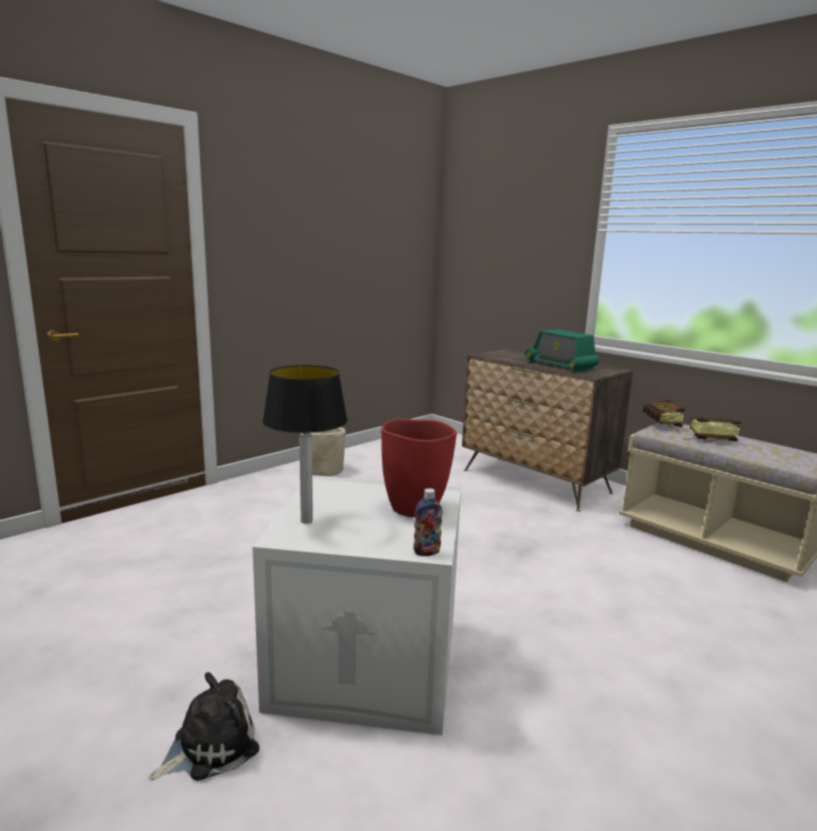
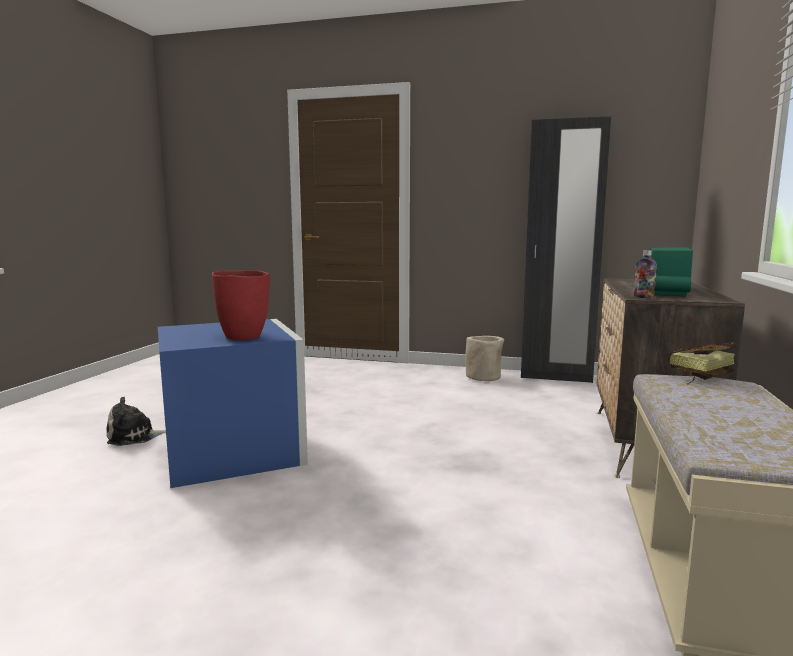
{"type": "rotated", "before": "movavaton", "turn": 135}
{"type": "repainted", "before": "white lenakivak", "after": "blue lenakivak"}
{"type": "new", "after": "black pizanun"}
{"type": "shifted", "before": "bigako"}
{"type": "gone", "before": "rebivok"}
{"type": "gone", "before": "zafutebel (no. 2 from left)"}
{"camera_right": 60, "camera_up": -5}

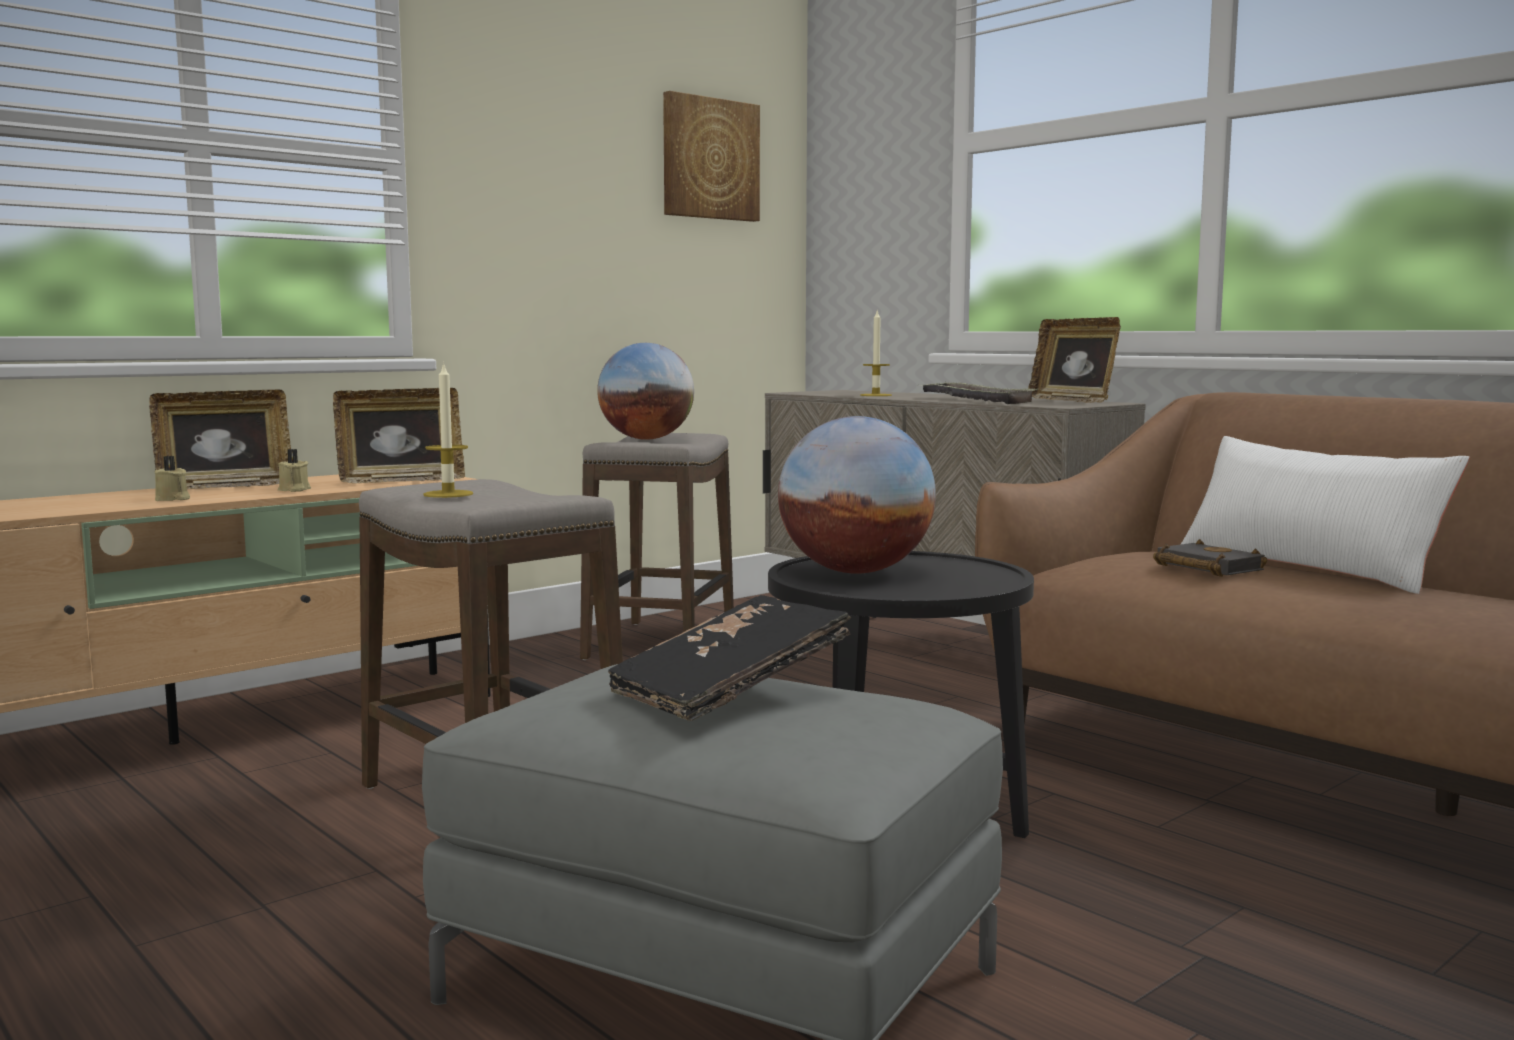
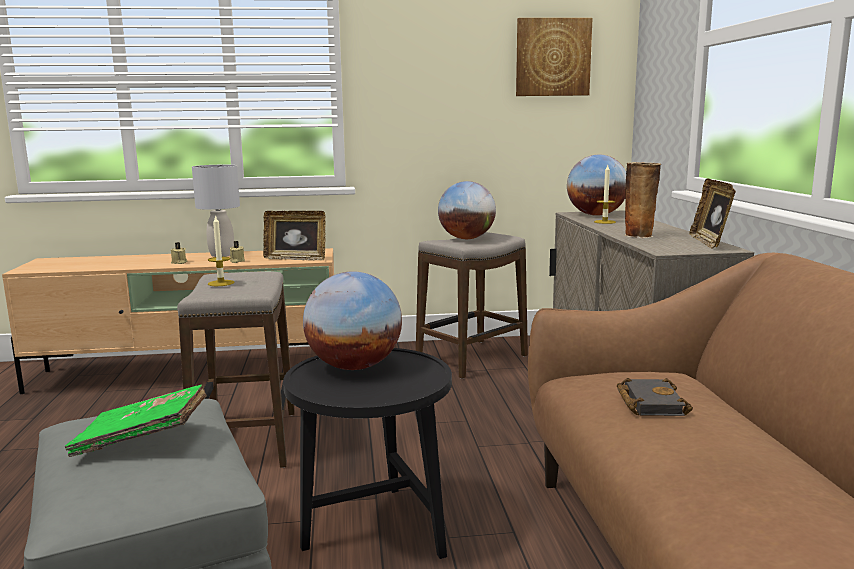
{"type": "repainted", "before": "black zafutebel (no. 1 from left)", "after": "green zafutebel"}
{"type": "swapped", "before": "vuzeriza (no. 1 from left)", "after": "grey rebivok"}
{"type": "new", "after": "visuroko (no. 3 from left)"}
{"type": "swapped", "before": "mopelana", "after": "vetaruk"}
{"type": "gone", "before": "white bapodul"}
{"camera_right": 35, "camera_up": 5}

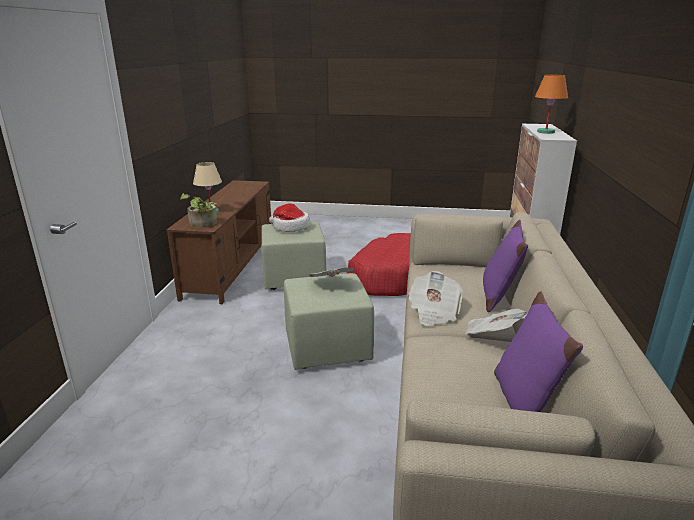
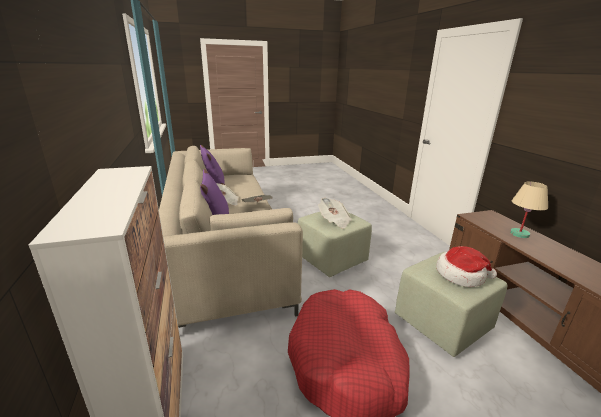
{"type": "gone", "before": "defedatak"}
{"type": "gone", "before": "orange rebivok"}
{"camera_right": 155, "camera_up": 0}

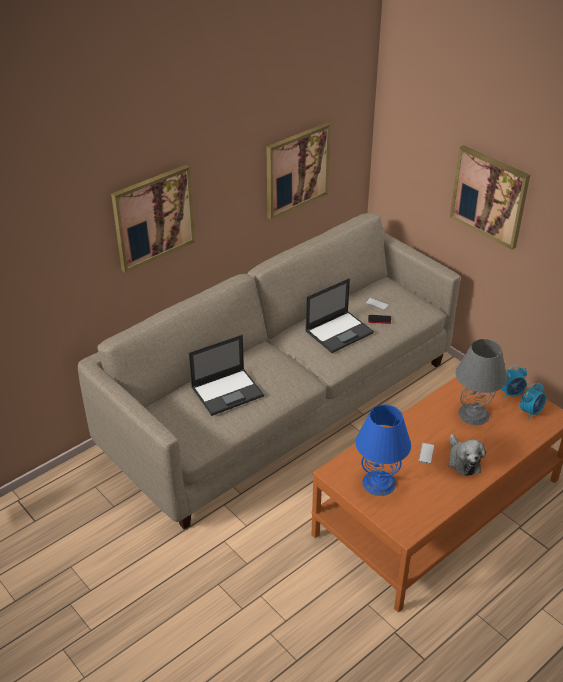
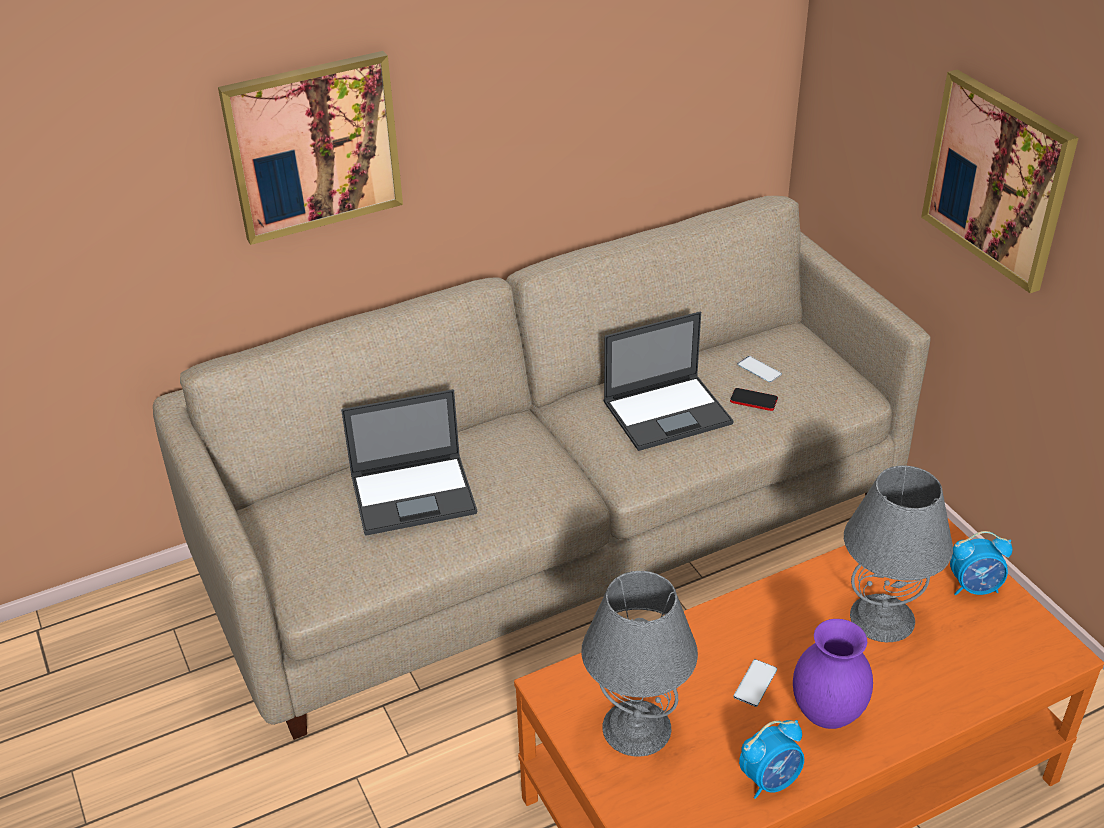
{"type": "repainted", "before": "blue rebivok", "after": "grey rebivok (no. 1 from left)"}
{"type": "shifted", "before": "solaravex (no. 2 from left in the first image)", "after": "solaravex (no. 1 from left)"}
{"type": "swapped", "before": "movavaton", "after": "purple vetaruk"}
{"type": "gone", "before": "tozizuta (no. 2 from left)"}
{"camera_right": 15, "camera_up": 0}

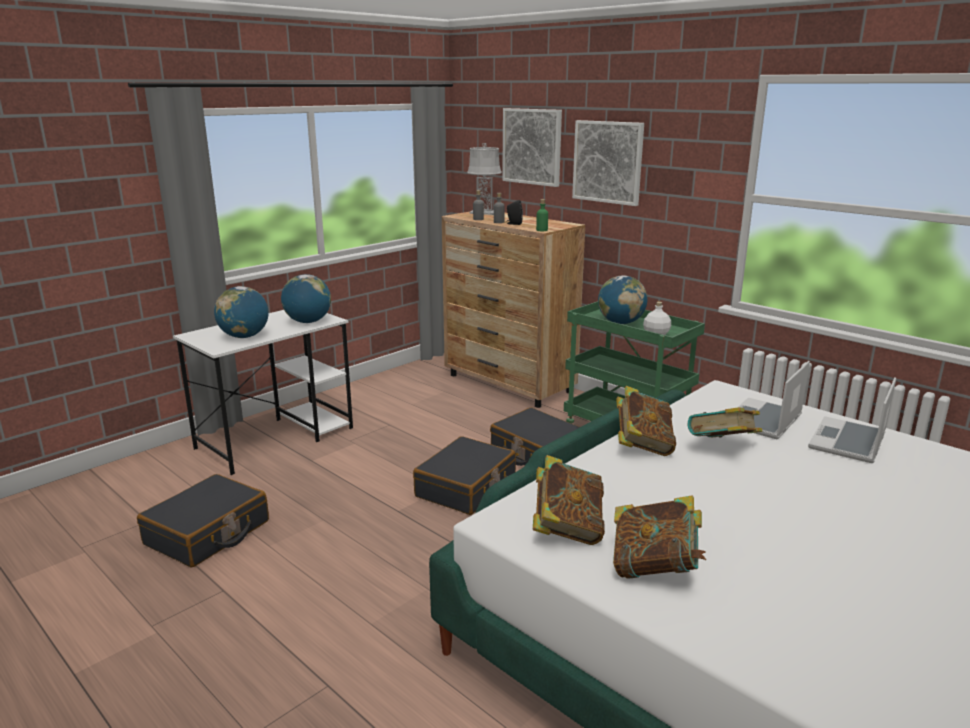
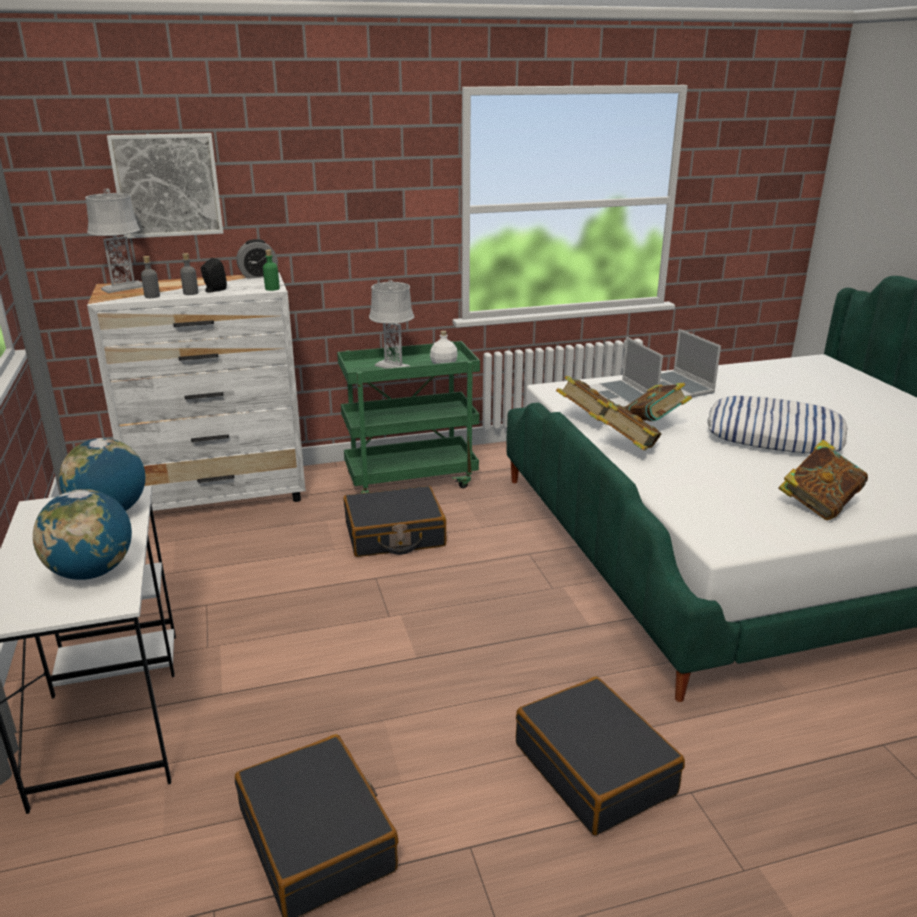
{"type": "repainted", "before": "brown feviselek", "after": "white feviselek"}
{"type": "new", "after": "solaravex"}
{"type": "swapped", "before": "visuroko (no. 3 from left)", "after": "grey rebivok (no. 2 from left)"}
{"type": "shifted", "before": "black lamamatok (no. 2 from left in the first image)", "after": "black lamamatok (no. 3 from left)"}
{"type": "shifted", "before": "zafutebel (no. 1 from left)"}
{"type": "new", "after": "bapodul"}
{"type": "gone", "before": "tozizuta (no. 2 from left)"}
{"camera_right": -60, "camera_up": 5}

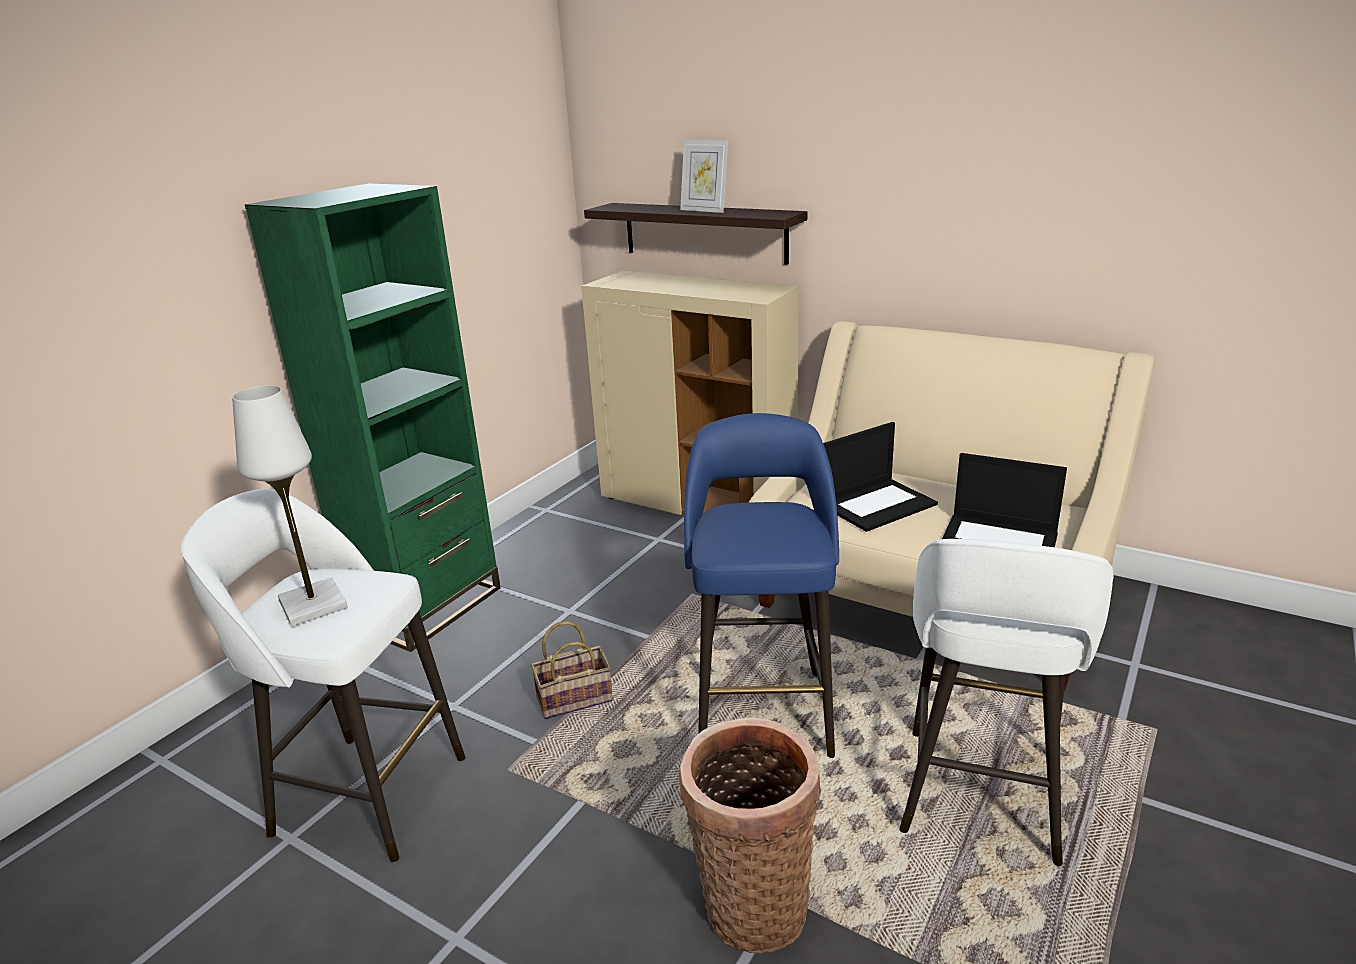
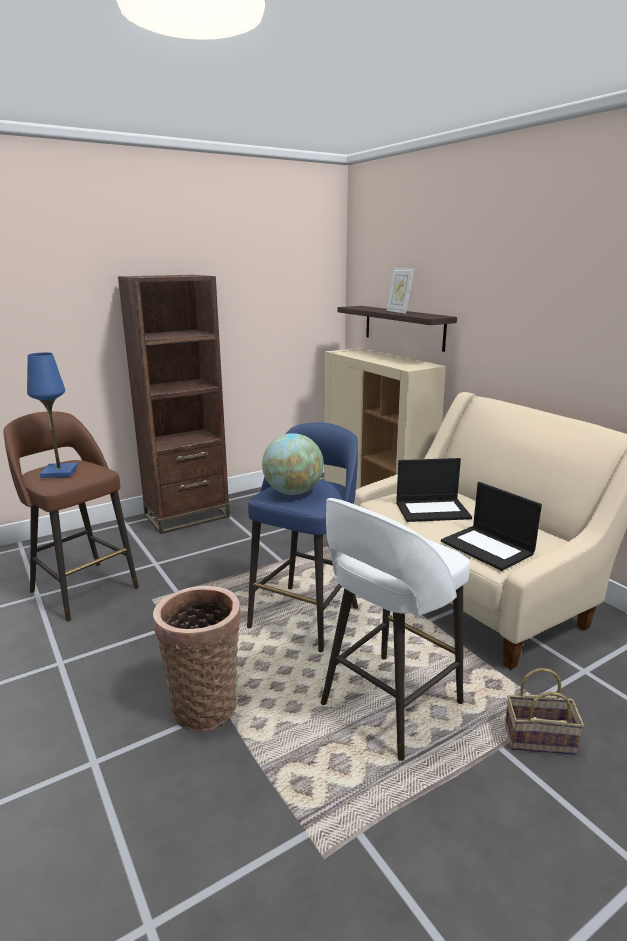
{"type": "repainted", "before": "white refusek (no. 1 from left)", "after": "brown refusek"}
{"type": "repainted", "before": "white rebivok", "after": "blue rebivok"}
{"type": "repainted", "before": "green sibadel", "after": "brown sibadel"}
{"type": "new", "after": "visuroko"}
{"type": "shifted", "before": "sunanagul (no. 1 from left in the first image)", "after": "sunanagul (no. 2 from left)"}
{"camera_right": 25, "camera_up": -5}

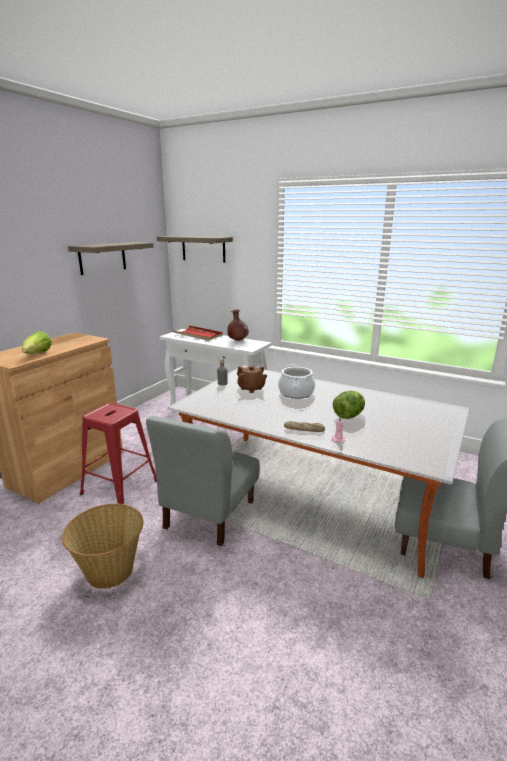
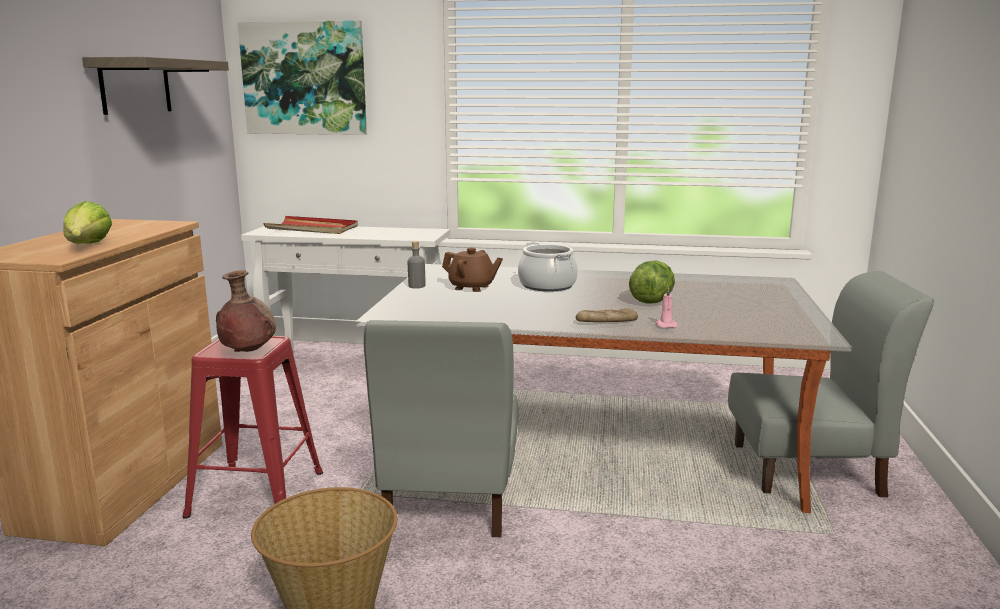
{"type": "shifted", "before": "brown vetaruk"}
{"type": "swapped", "before": "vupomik (no. 2 from left)", "after": "tozizuta"}
{"camera_right": -20, "camera_up": -5}

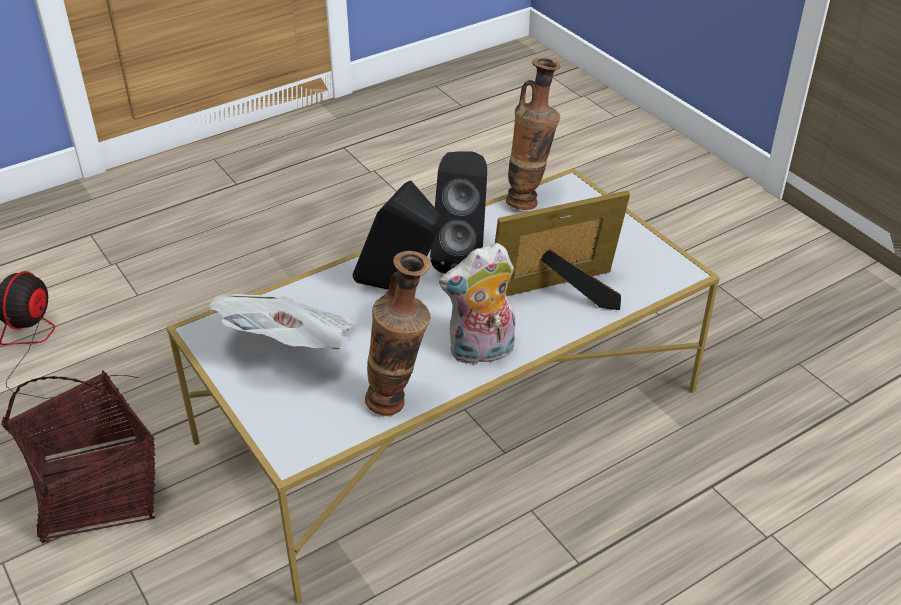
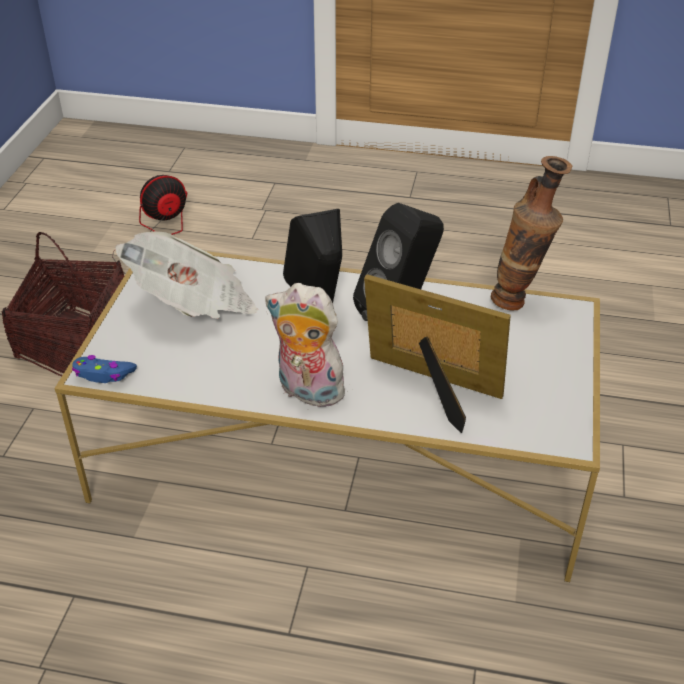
{"type": "new", "after": "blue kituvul"}
{"type": "gone", "before": "vetaruk (no. 1 from left)"}
{"camera_right": 45, "camera_up": 0}

